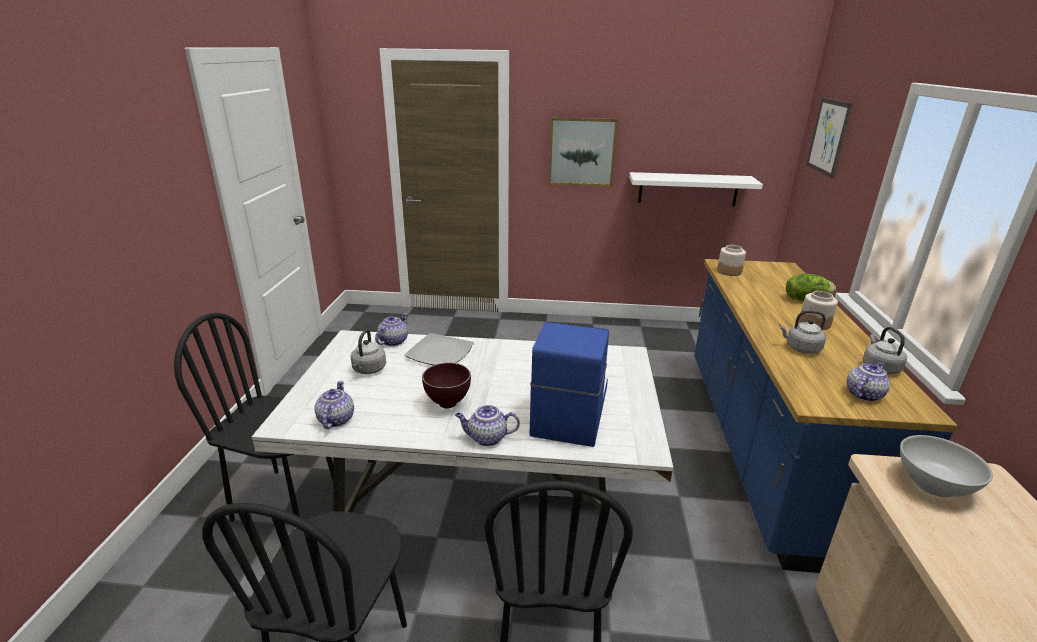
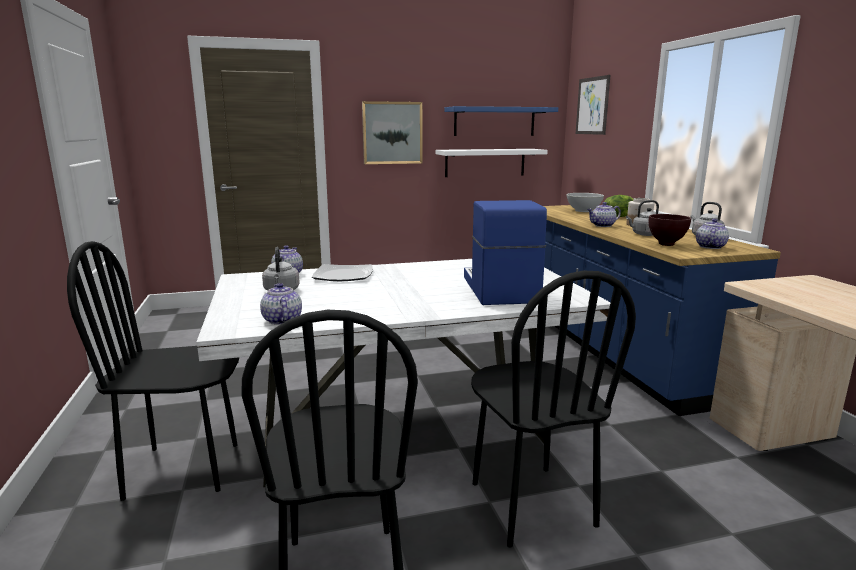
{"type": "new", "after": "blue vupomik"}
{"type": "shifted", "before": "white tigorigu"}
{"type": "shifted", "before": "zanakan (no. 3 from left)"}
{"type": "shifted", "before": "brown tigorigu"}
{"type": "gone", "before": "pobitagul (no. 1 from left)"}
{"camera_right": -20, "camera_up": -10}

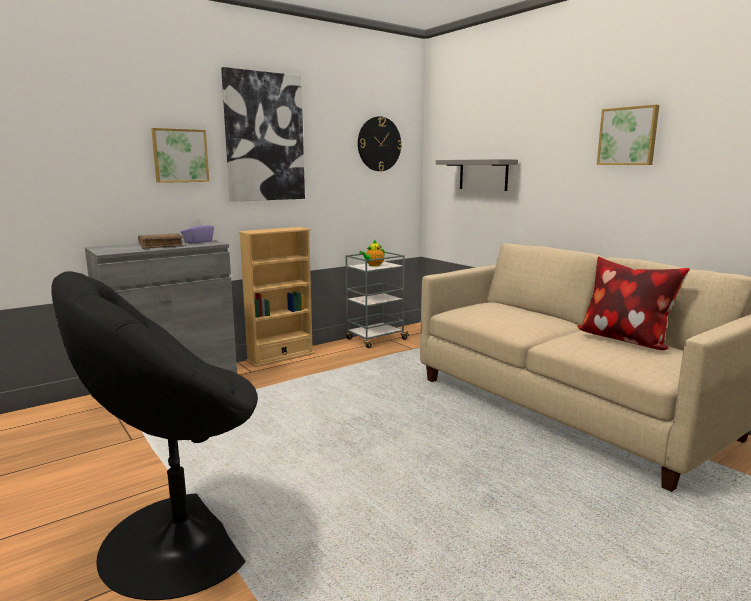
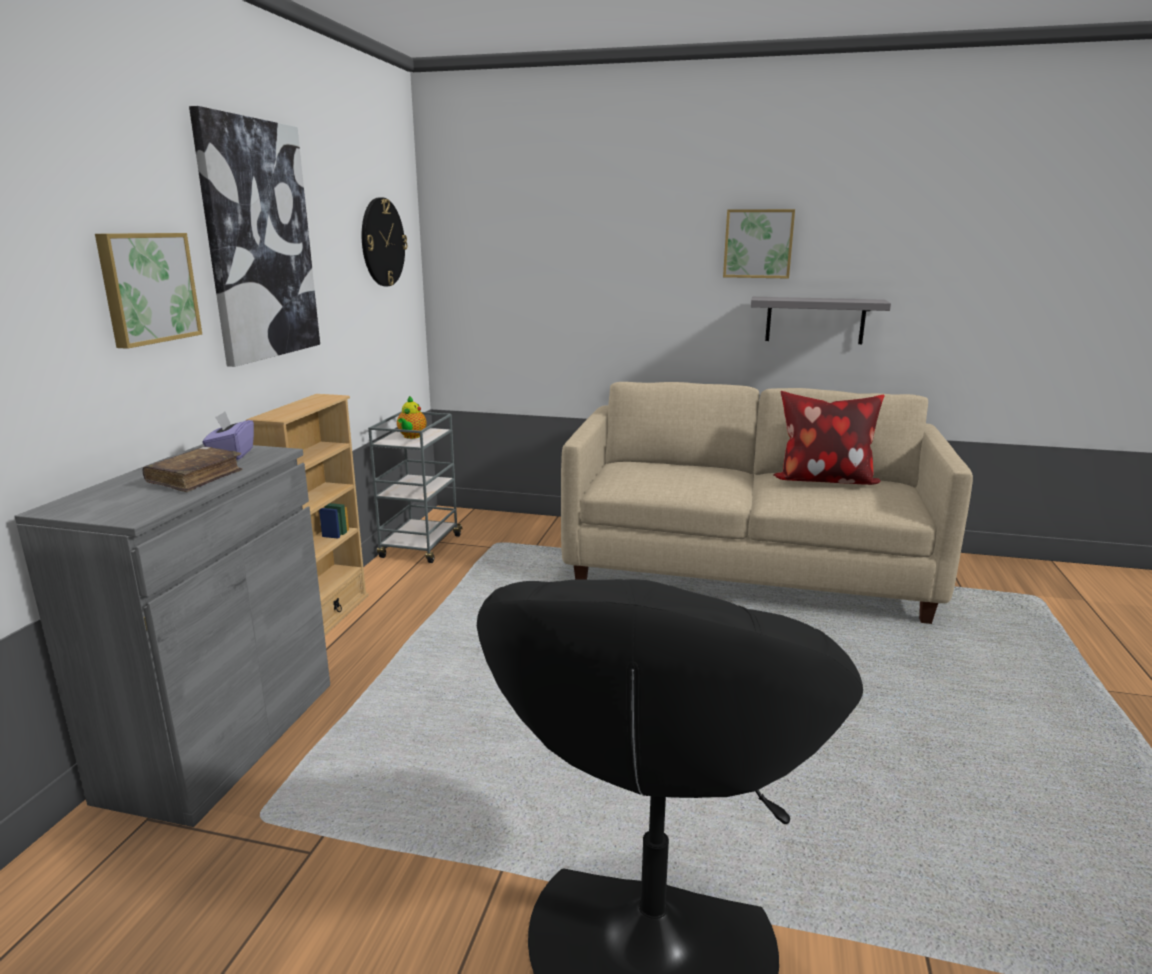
{"type": "shifted", "before": "grey vupomik"}
{"camera_right": -40, "camera_up": 5}

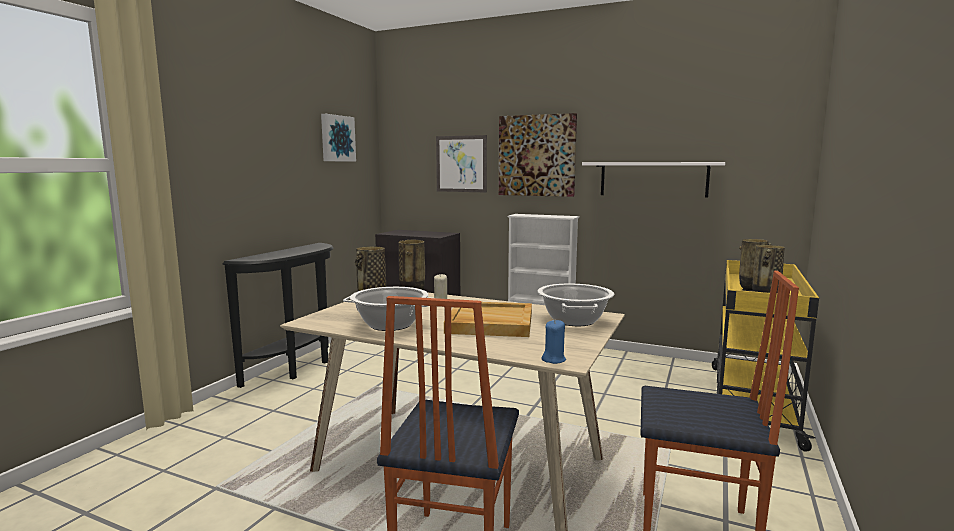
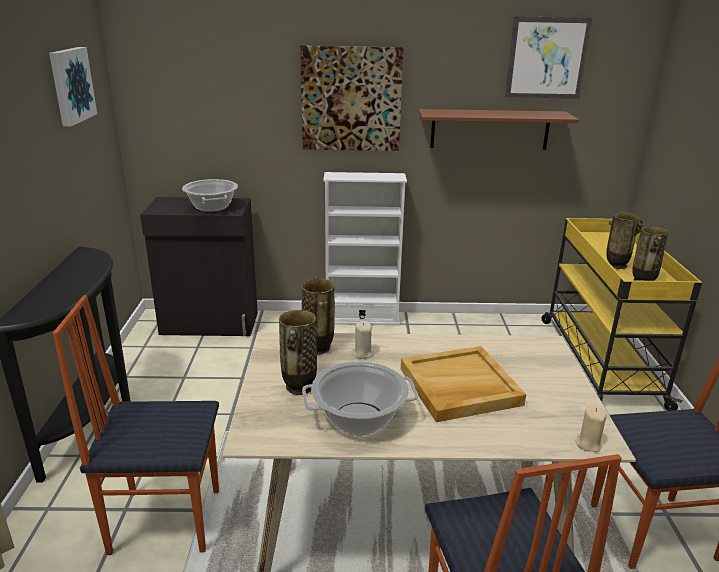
{"type": "new", "after": "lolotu (no. 1 from left)"}
{"type": "shifted", "before": "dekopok (no. 2 from left in the first image)", "after": "dekopok (no. 1 from left)"}
{"type": "repainted", "before": "white vupomik", "after": "brown vupomik"}
{"type": "shifted", "before": "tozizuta (no. 2 from left in the first image)", "after": "tozizuta (no. 3 from left)"}
{"type": "repainted", "before": "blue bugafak", "after": "beige bugafak (no. 2 from left)"}
{"camera_right": -25, "camera_up": 15}

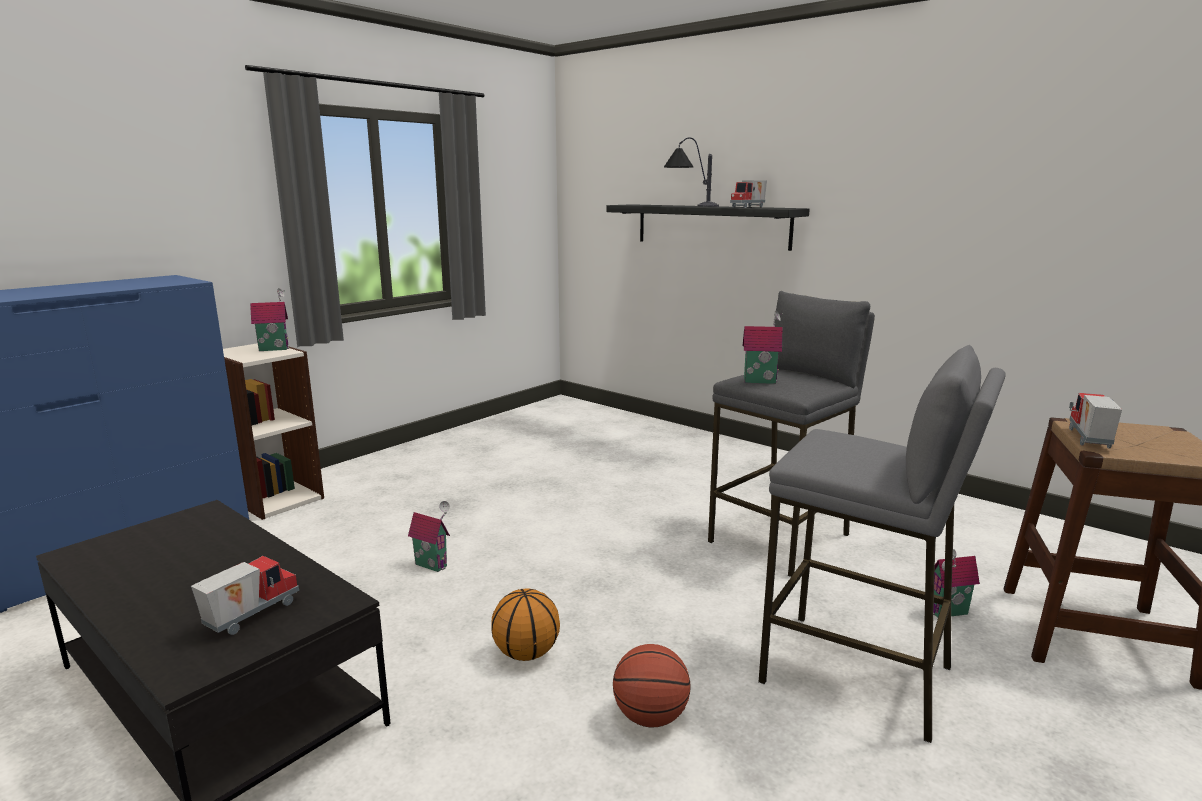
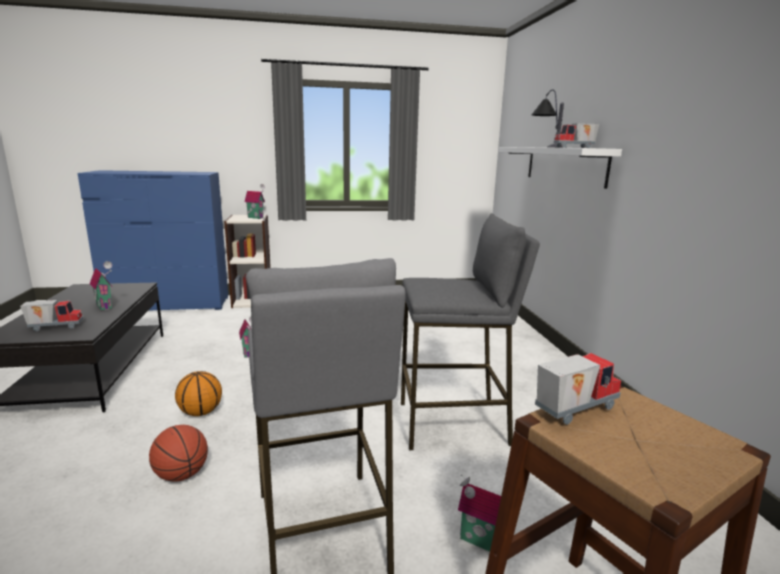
{"type": "shifted", "before": "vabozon (no. 3 from left in the first image)", "after": "vabozon (no. 1 from left)"}
{"type": "repainted", "before": "black vupomik", "after": "white vupomik"}
{"camera_right": 40, "camera_up": 0}

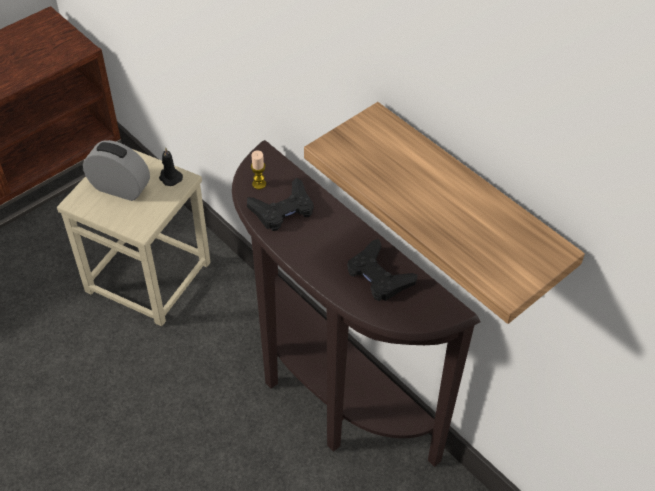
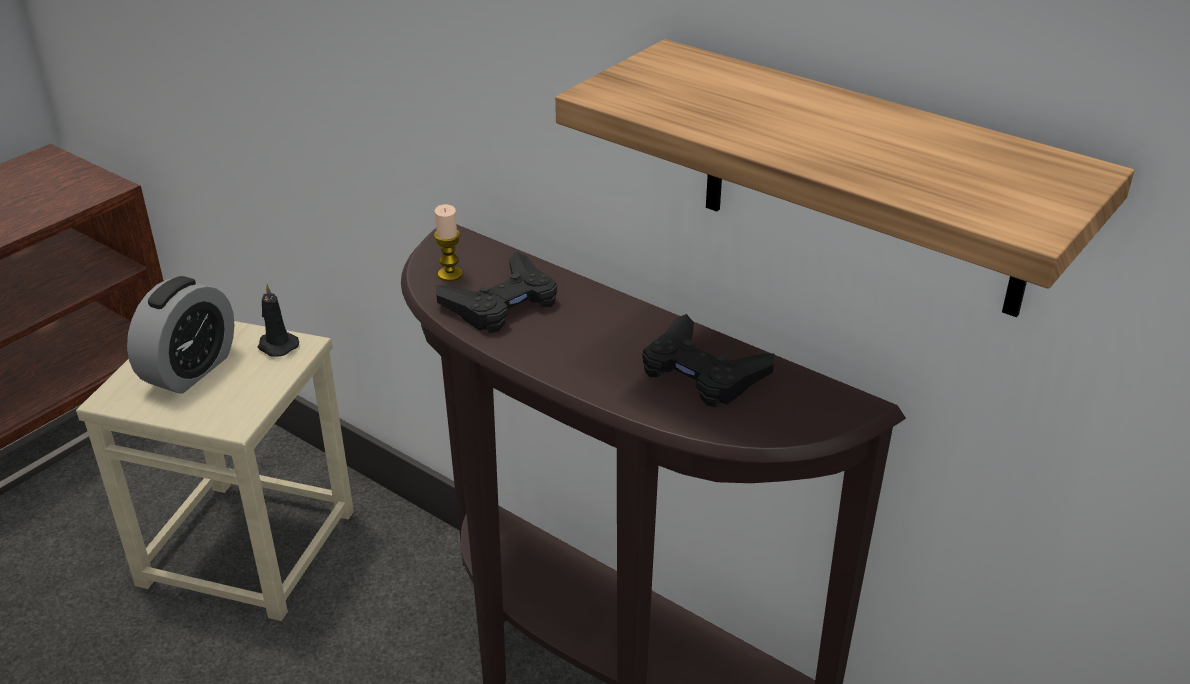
{"type": "rotated", "before": "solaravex", "turn": 105}
{"camera_right": -10, "camera_up": -15}

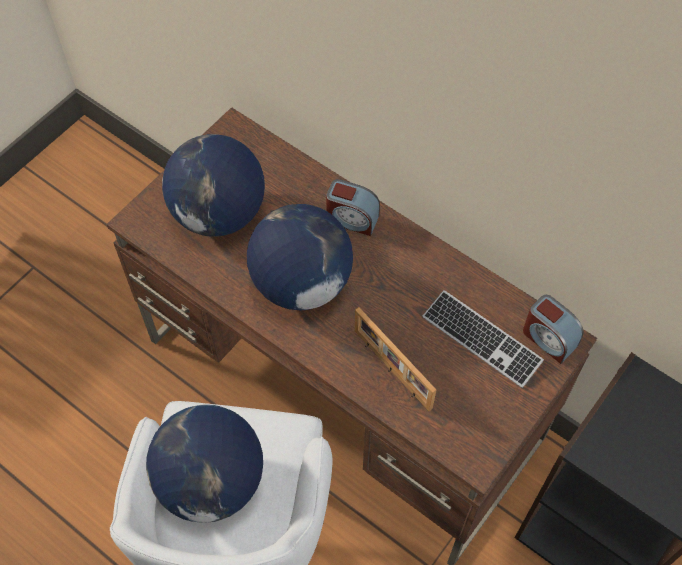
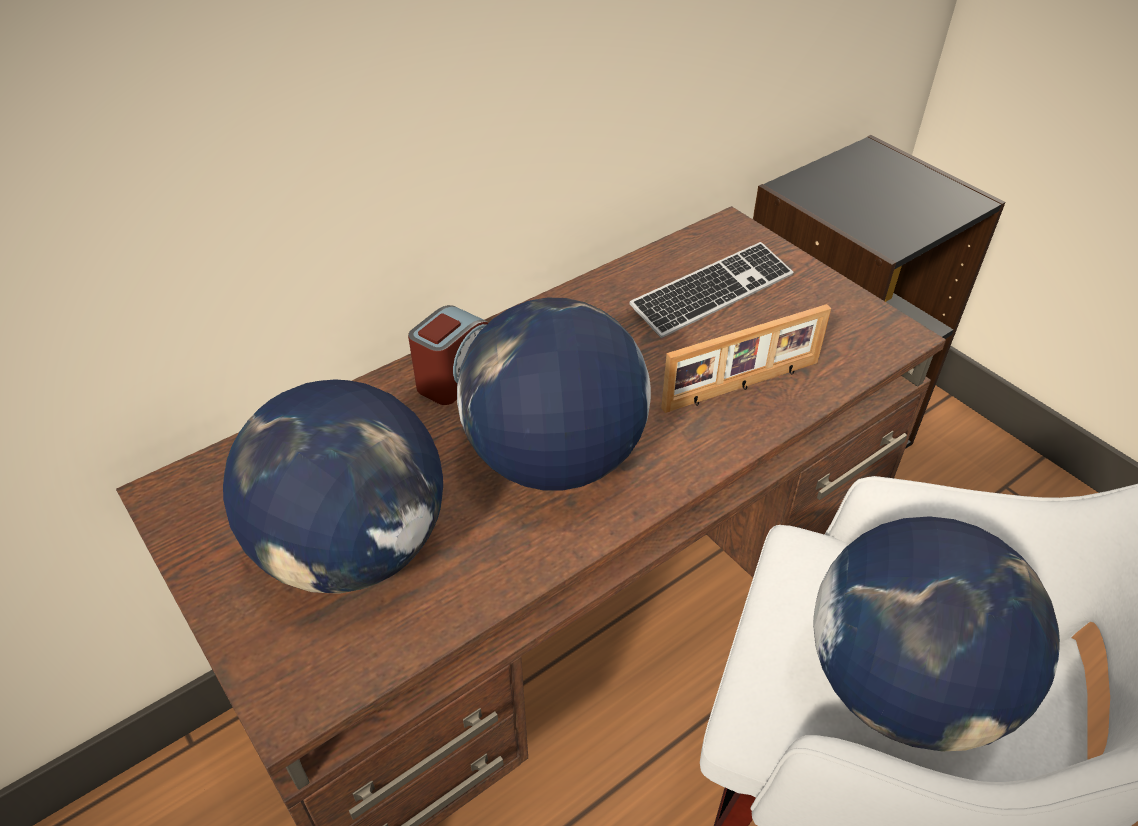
{"type": "gone", "before": "solaravex (no. 2 from left)"}
{"camera_right": -75, "camera_up": -15}

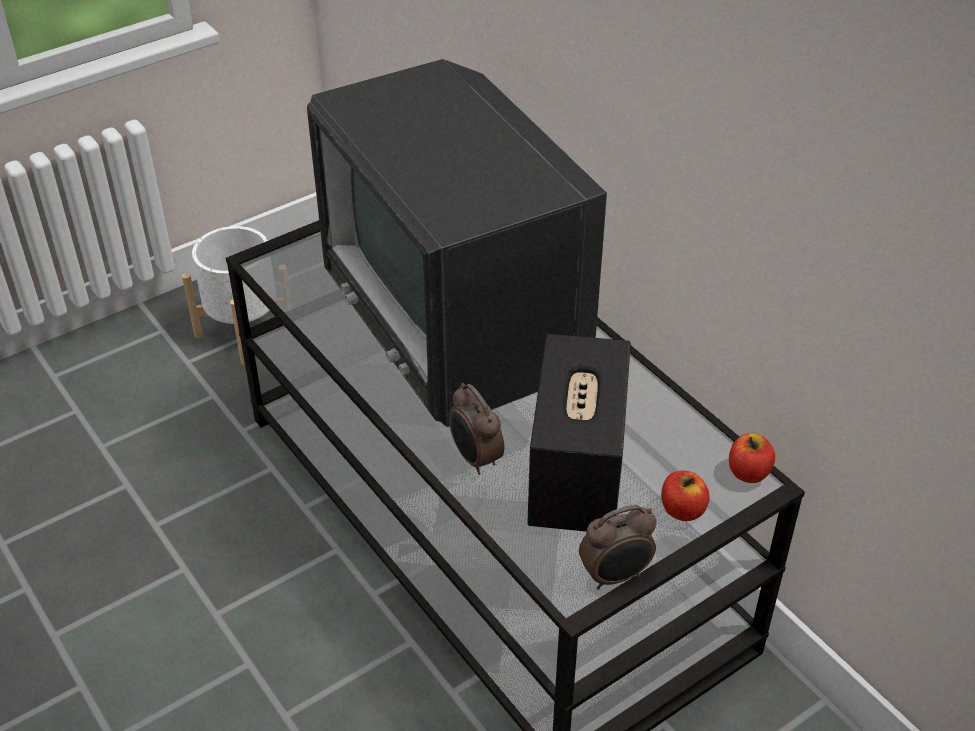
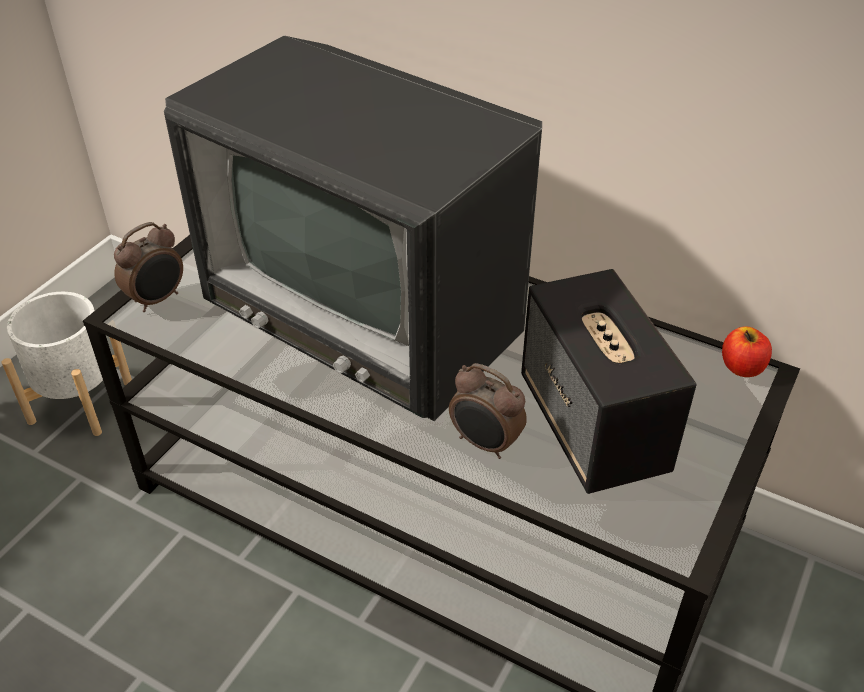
{"type": "shifted", "before": "solaravex (no. 2 from left in the first image)", "after": "solaravex (no. 1 from left)"}
{"type": "gone", "before": "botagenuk (no. 1 from left)"}
{"camera_right": -25, "camera_up": 0}

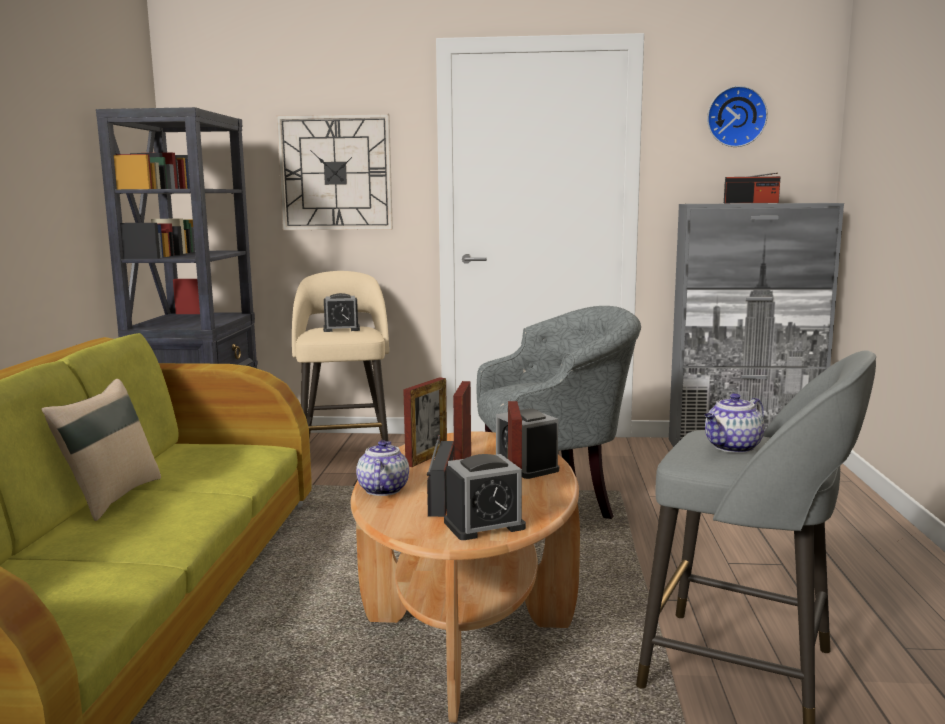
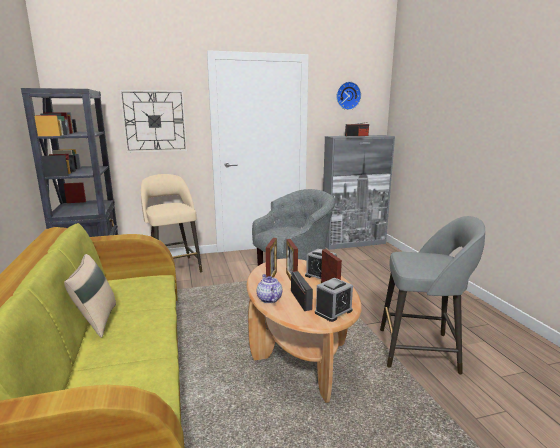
{"type": "gone", "before": "solaravex (no. 1 from left)"}
{"type": "gone", "before": "zanakan (no. 2 from left)"}
{"camera_right": -20, "camera_up": 5}

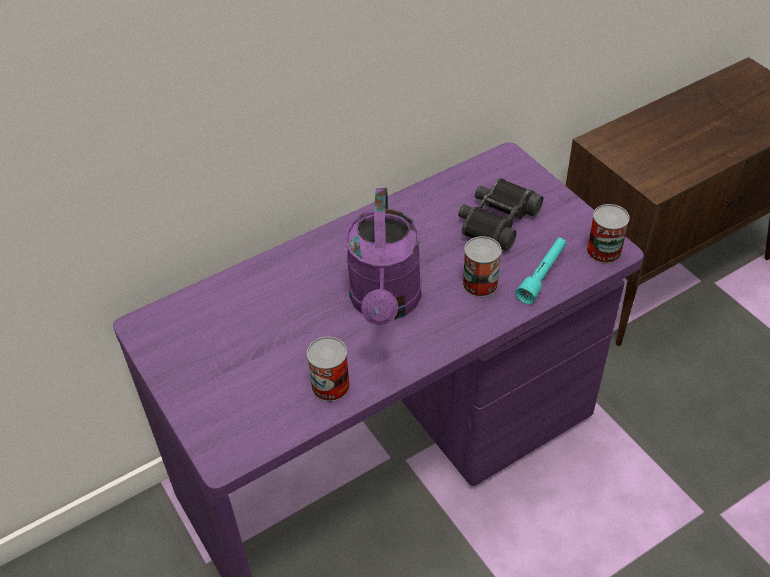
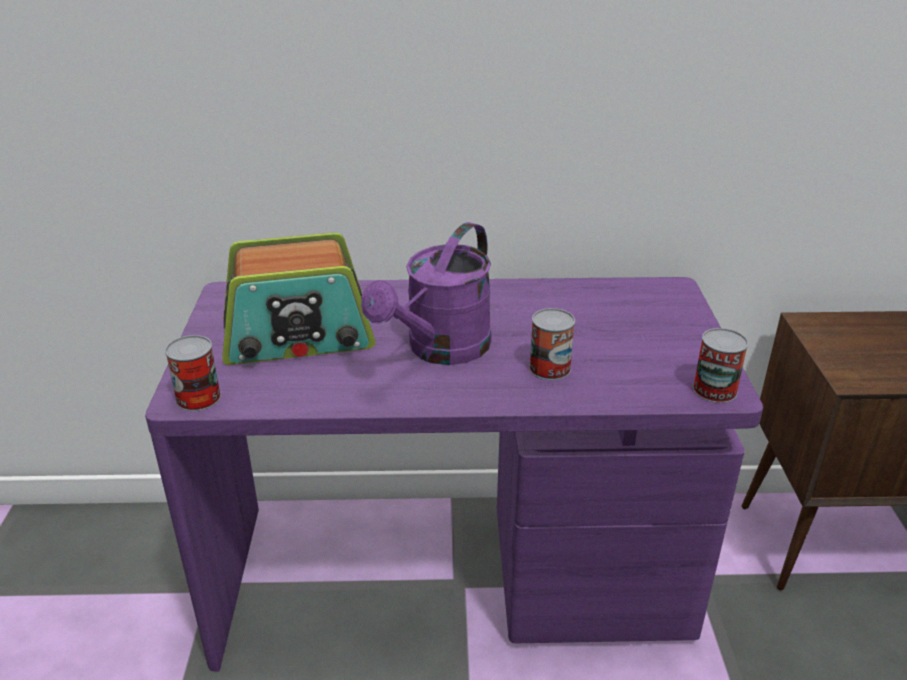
{"type": "shifted", "before": "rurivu (no. 1 from left)"}
{"type": "new", "after": "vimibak"}
{"type": "gone", "before": "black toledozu"}
{"type": "gone", "before": "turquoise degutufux"}
{"camera_right": 30, "camera_up": -15}

